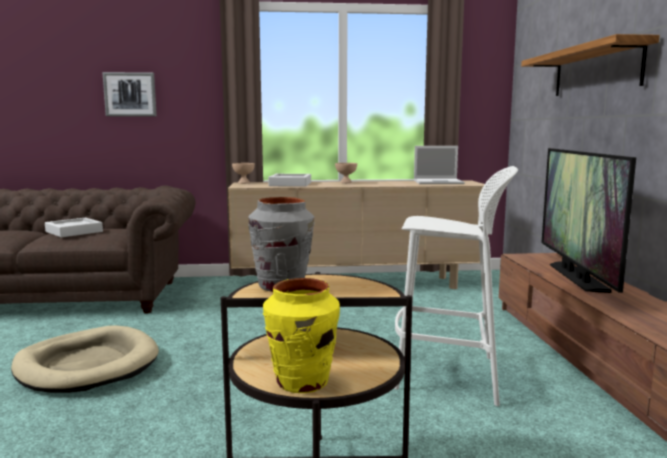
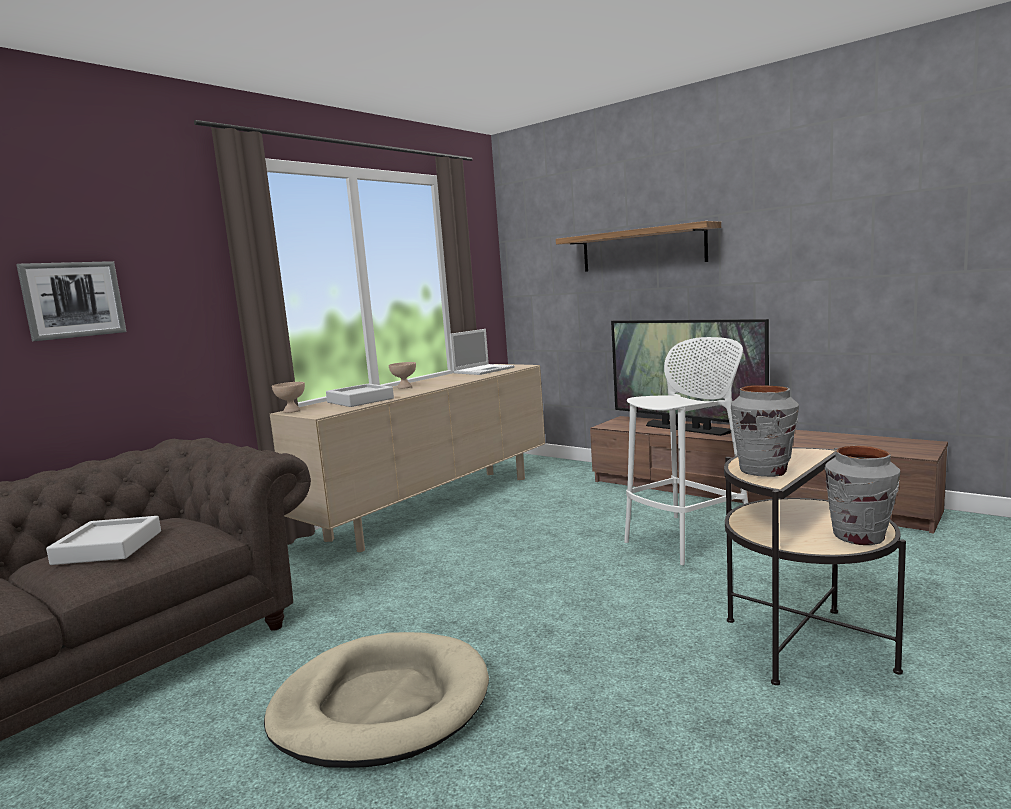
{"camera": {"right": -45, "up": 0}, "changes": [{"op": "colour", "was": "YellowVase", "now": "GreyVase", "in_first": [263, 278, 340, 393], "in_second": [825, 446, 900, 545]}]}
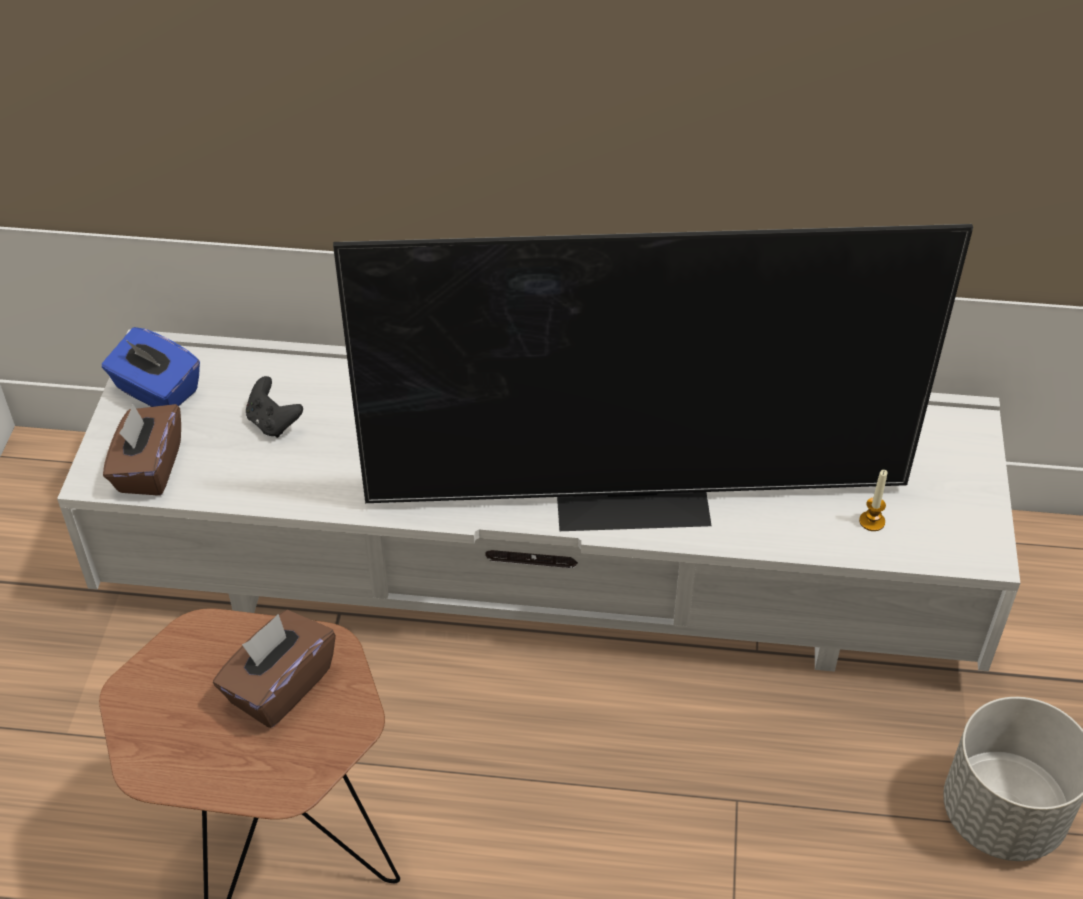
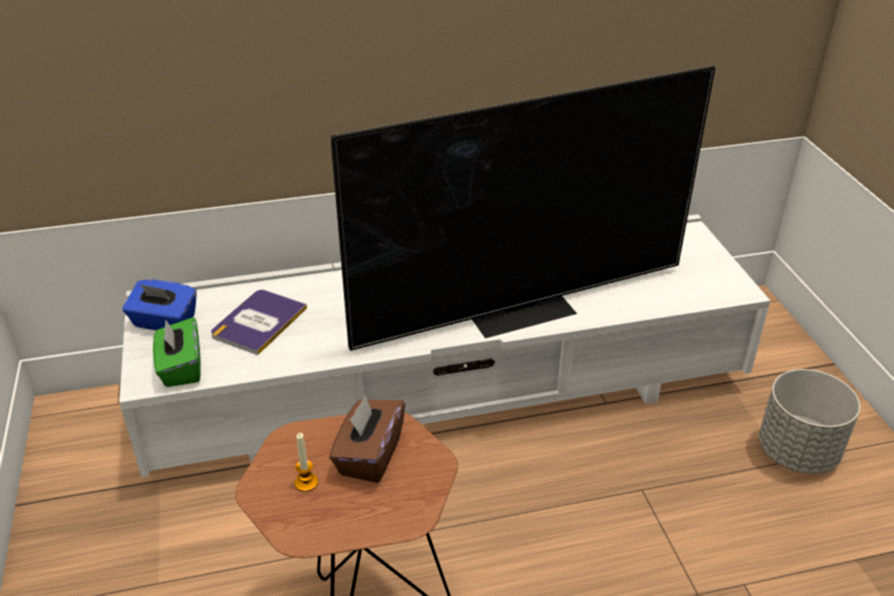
{"camera": {"right": -20, "up": -10}, "changes": [{"op": "relocated", "was": "Candle", "in_first": [859, 470, 887, 531], "in_second": [294, 433, 318, 492]}, {"op": "exchanged", "was": "BlackGameController", "now": "Book", "in_first": [246, 376, 303, 438], "in_second": [211, 290, 307, 355]}, {"op": "colour", "was": "BrownTissueBox", "now": "GreenTissueBox", "in_first": [103, 404, 181, 496], "in_second": [153, 317, 201, 387]}]}
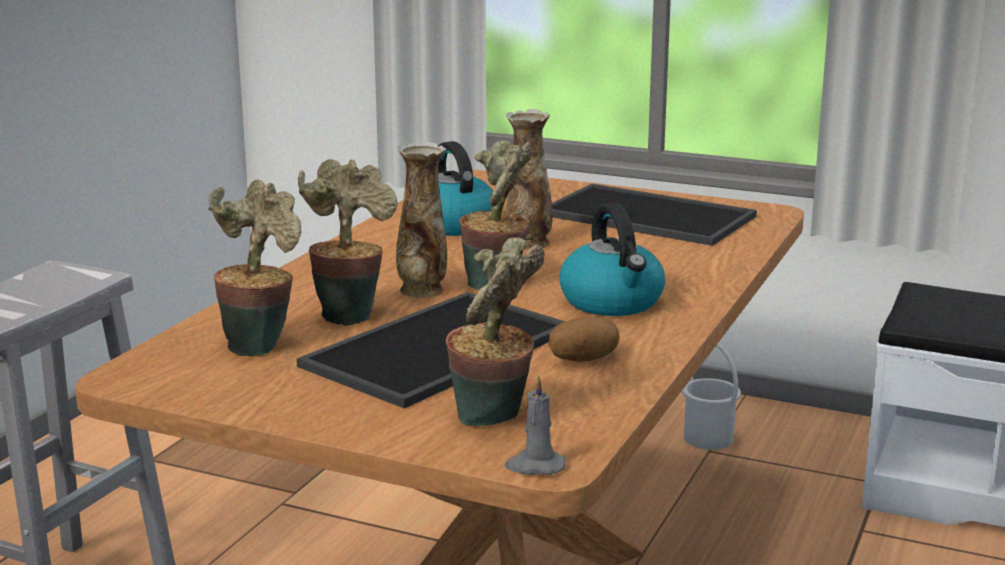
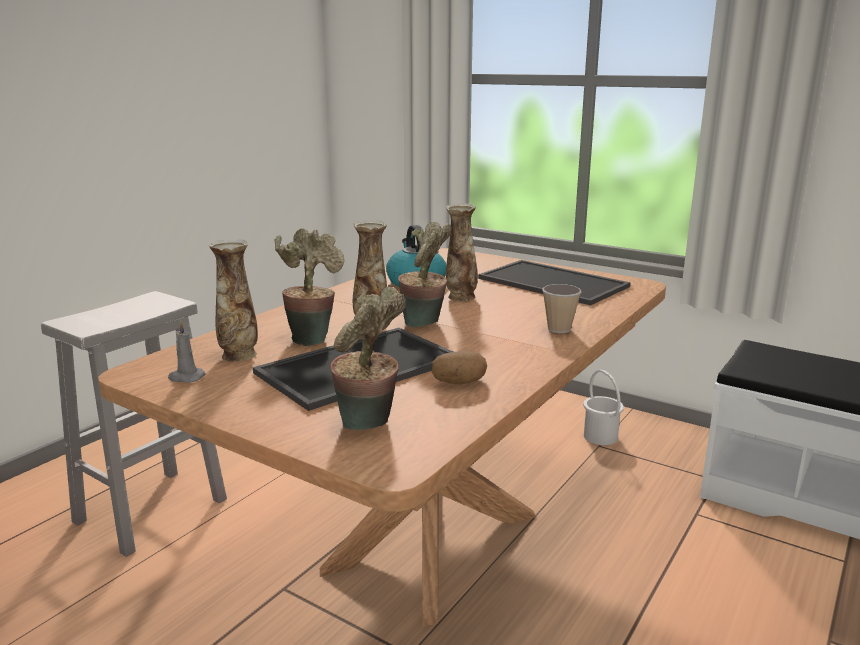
{"camera": {"right": 10, "up": 0}, "changes": [{"op": "missing", "was": "Kettle", "in_first": [559, 203, 665, 316]}, {"op": "appeared", "now": "Cup", "in_second": [542, 284, 581, 333]}, {"op": "relocated", "was": "GreyCandle", "in_first": [505, 375, 566, 475], "in_second": [168, 320, 206, 383]}, {"op": "exchanged", "was": "PottedPlant", "now": "Vase", "in_first": [208, 179, 302, 356], "in_second": [209, 240, 258, 362]}]}
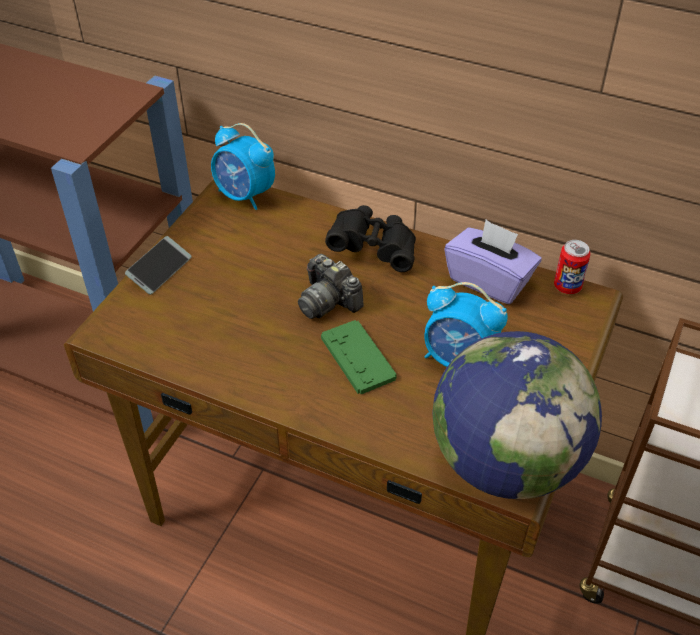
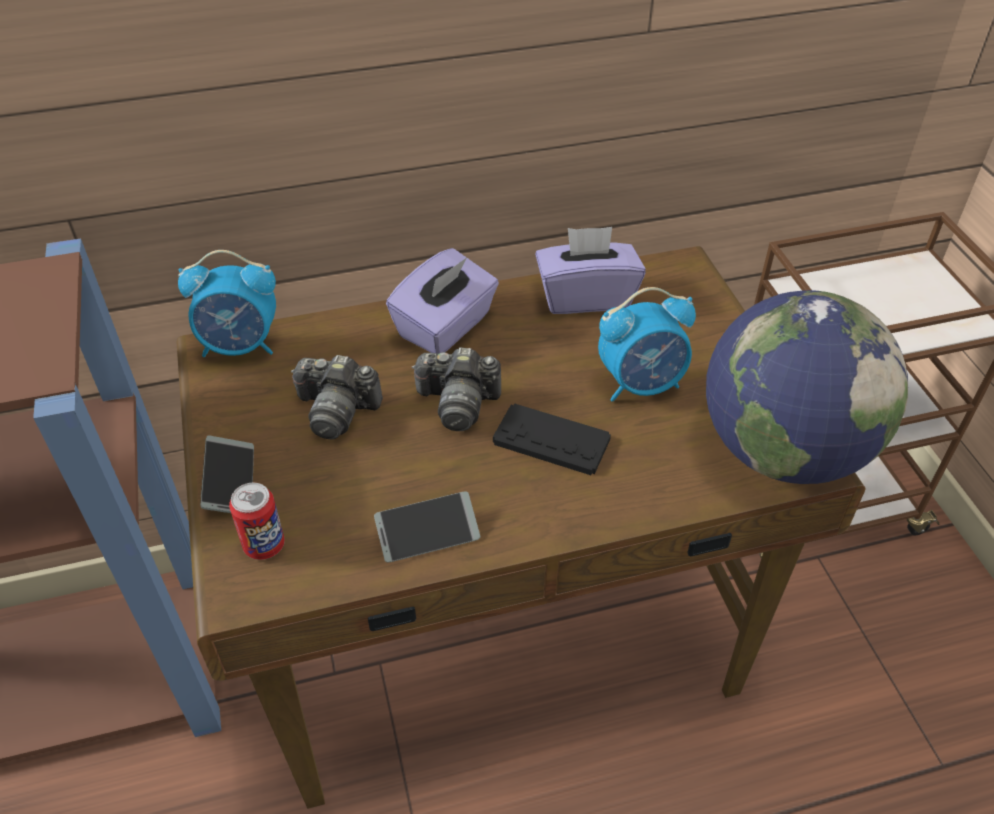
{"camera": {"right": -40, "up": 0}, "changes": [{"op": "appeared", "now": "PhotoCamera", "in_second": [291, 355, 383, 440]}, {"op": "appeared", "now": "Phone", "in_second": [374, 491, 480, 562]}, {"op": "relocated", "was": "Can", "in_first": [554, 240, 591, 294], "in_second": [229, 483, 285, 560]}, {"op": "exchanged", "was": "BlackBinoculars", "now": "PurpleTissueBox", "in_first": [325, 205, 416, 272], "in_second": [386, 248, 499, 353]}, {"op": "colour", "was": "GreenGameController", "now": "BlackGameController", "in_first": [321, 320, 397, 394], "in_second": [493, 403, 611, 475]}]}
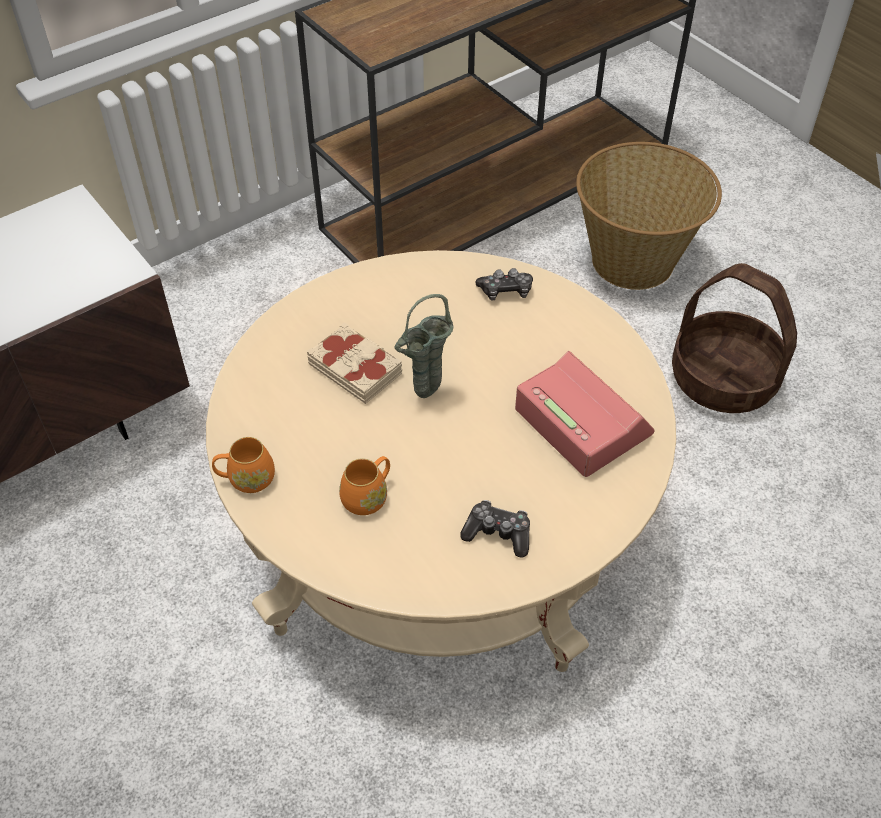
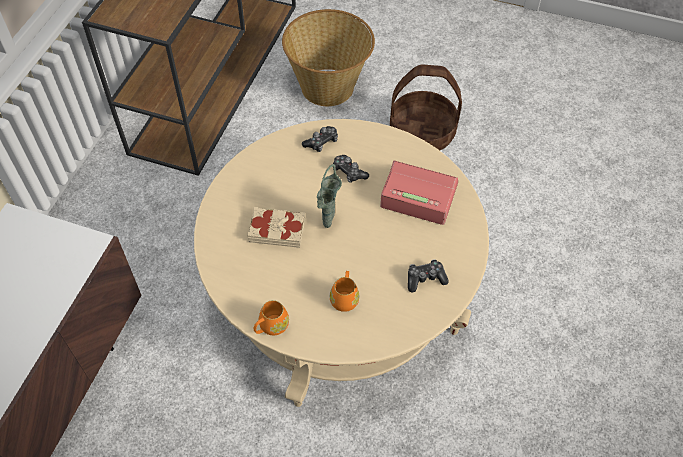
{"camera": {"right": -35, "up": 5}, "changes": [{"op": "appeared", "now": "GameController", "in_second": [333, 155, 369, 183]}]}
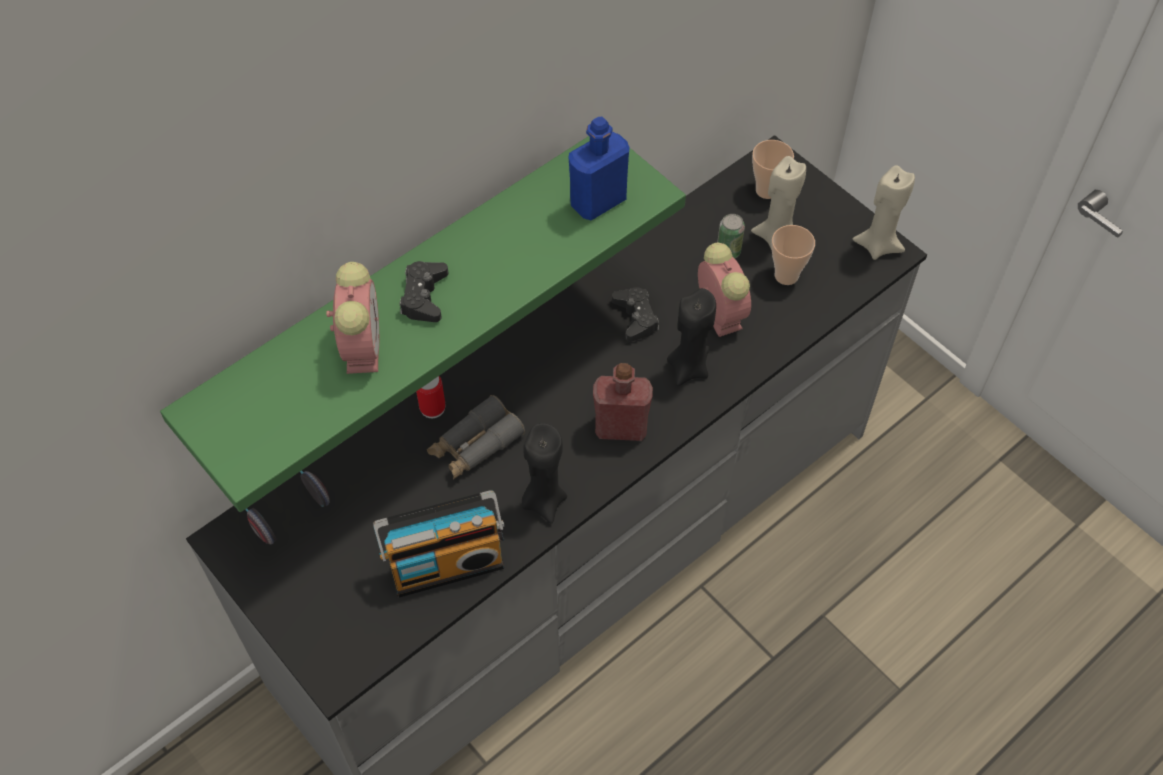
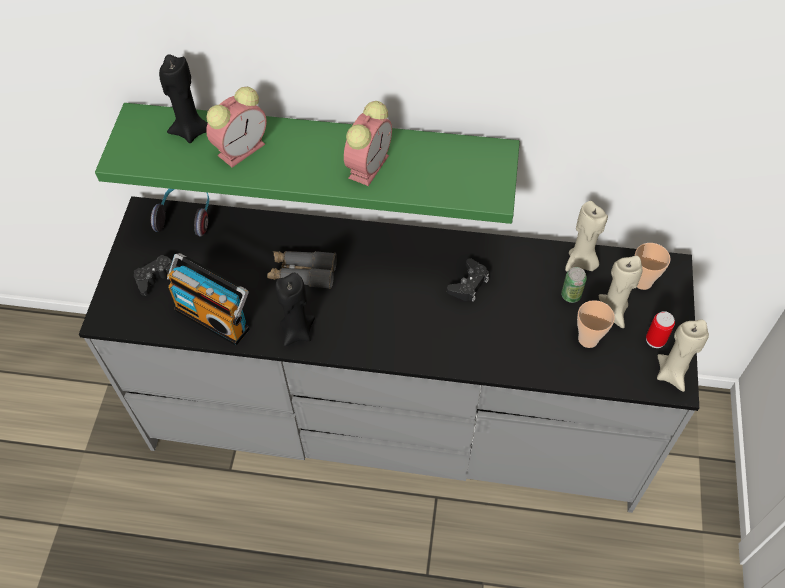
{"camera": {"right": 50, "up": 0}, "changes": [{"op": "missing", "was": "BlueBottle", "in_first": [568, 117, 630, 221]}, {"op": "missing", "was": "RedBottle", "in_first": [593, 363, 653, 441]}, {"op": "appeared", "now": "BeigeCandle", "in_second": [565, 201, 608, 272]}, {"op": "relocated", "was": "BlackGameController", "in_first": [400, 261, 448, 322], "in_second": [134, 255, 178, 296]}, {"op": "relocated", "was": "Can", "in_first": [416, 376, 446, 418], "in_second": [646, 311, 675, 348]}, {"op": "relocated", "was": "BlackCandle", "in_first": [667, 288, 716, 386], "in_second": [159, 54, 208, 143]}, {"op": "relocated", "was": "AlarmClock", "in_first": [698, 243, 751, 337], "in_second": [344, 101, 392, 186]}]}
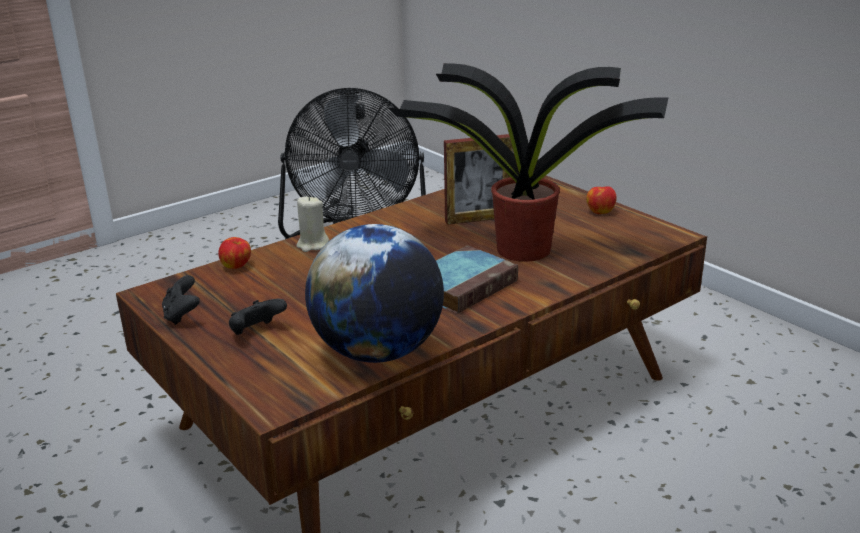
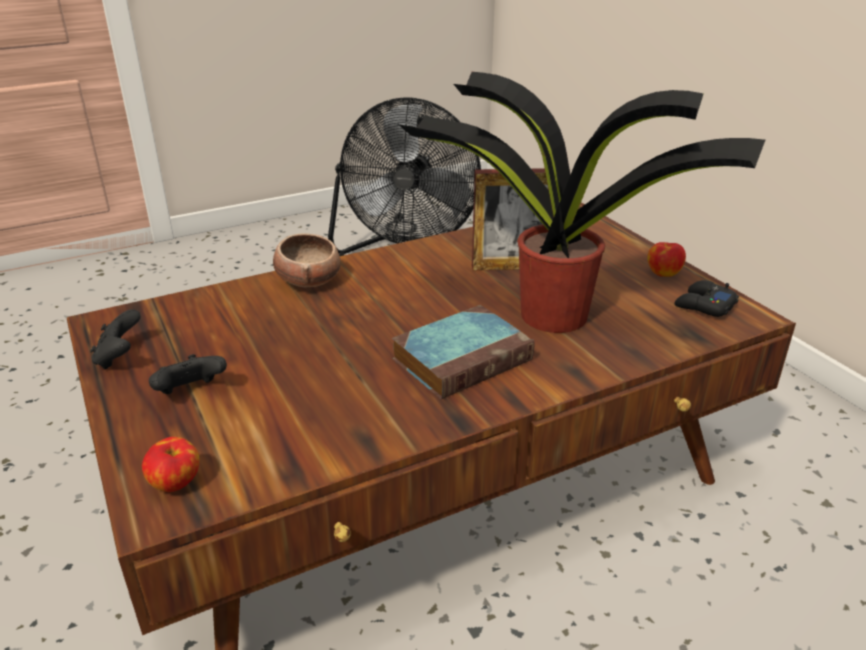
{"camera": {"right": 10, "up": 5}, "changes": [{"op": "missing", "was": "Globe", "in_first": [305, 224, 444, 363]}, {"op": "appeared", "now": "BlackGameController", "in_second": [674, 280, 739, 317]}, {"op": "relocated", "was": "Apple", "in_first": [218, 237, 251, 269], "in_second": [142, 437, 200, 492]}, {"op": "exchanged", "was": "BeigeCandle", "now": "Bowl", "in_first": [296, 196, 329, 252], "in_second": [273, 233, 341, 287]}]}
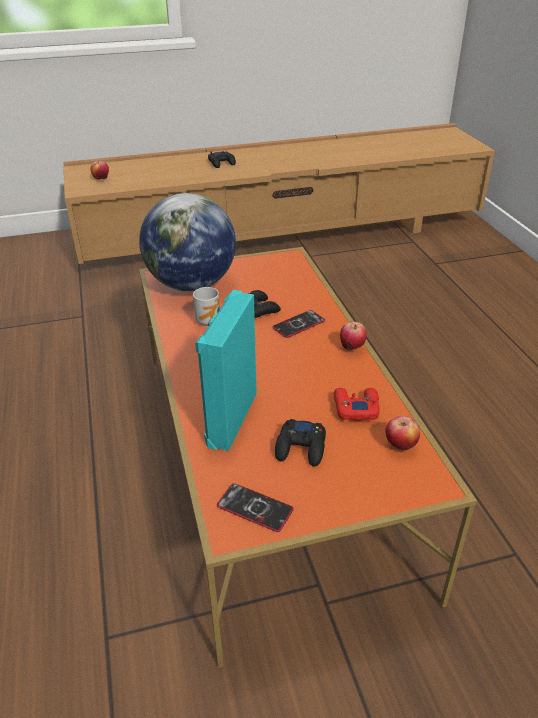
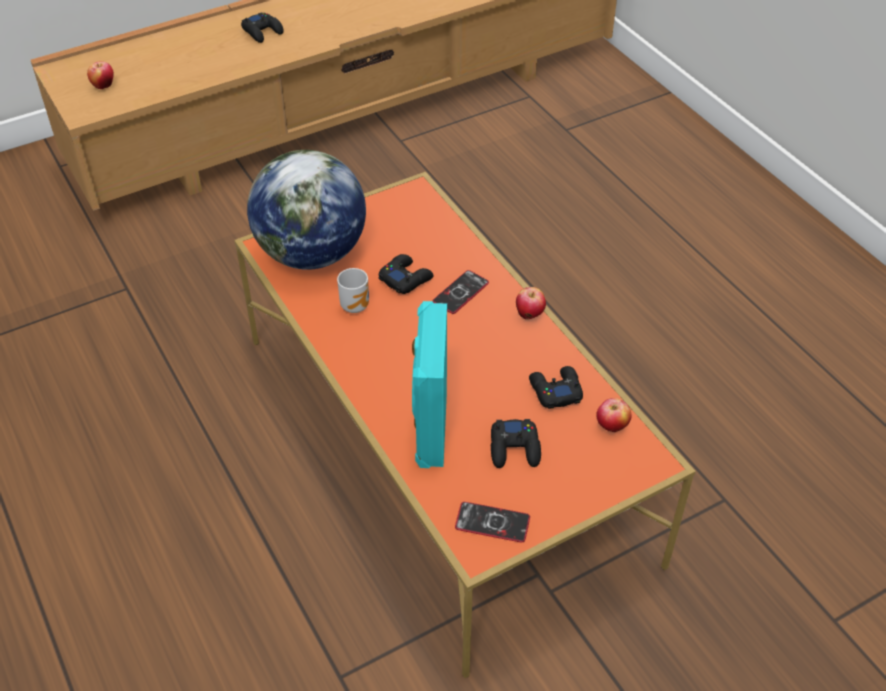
{"camera": {"right": -15, "up": 10}, "changes": [{"op": "colour", "was": "RedGameController", "now": "BlackGameController", "in_first": [334, 388, 380, 421], "in_second": [529, 366, 583, 409]}]}
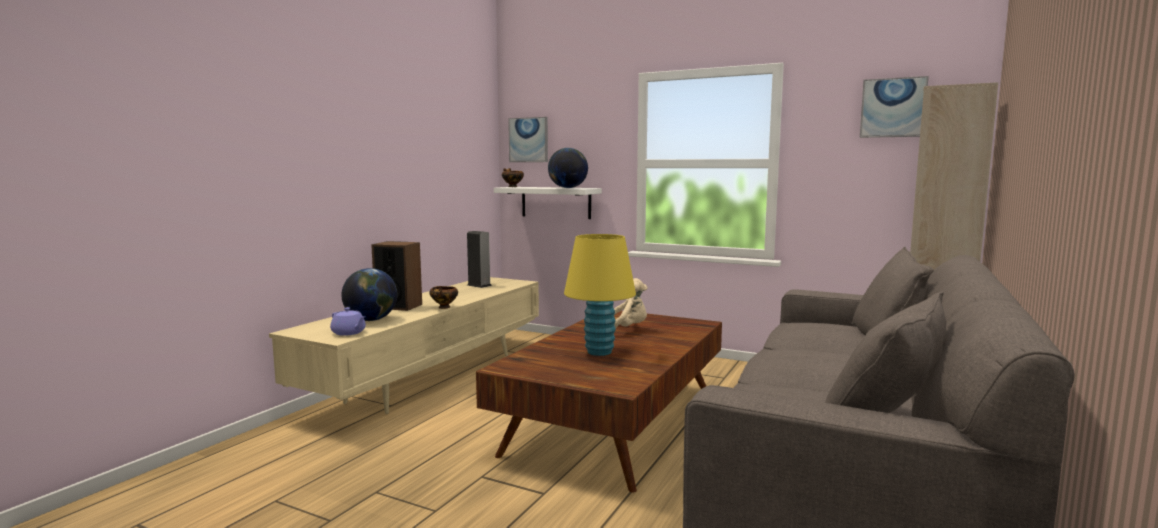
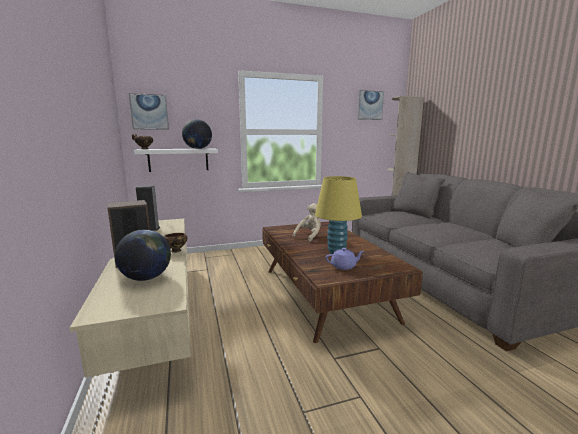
{"camera": {"right": -45, "up": 5}, "changes": [{"op": "relocated", "was": "PurpleTeapot", "in_first": [330, 307, 366, 336], "in_second": [326, 248, 364, 270]}]}
